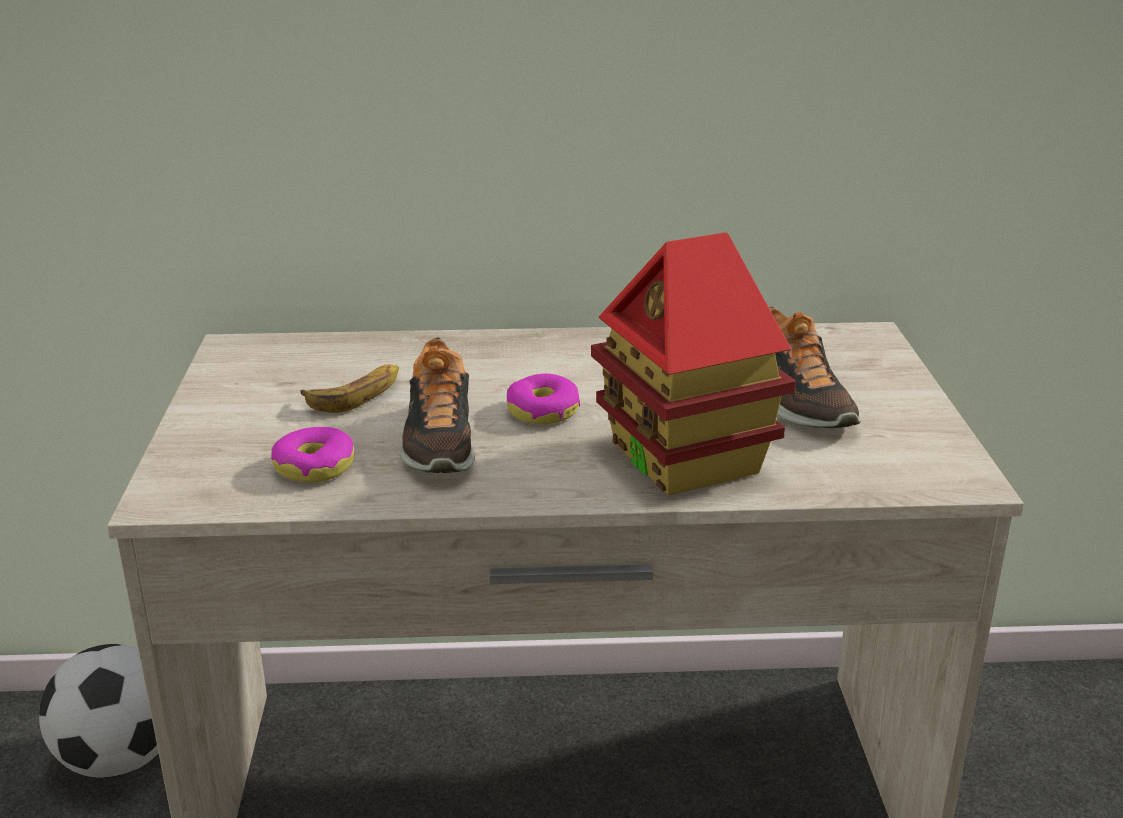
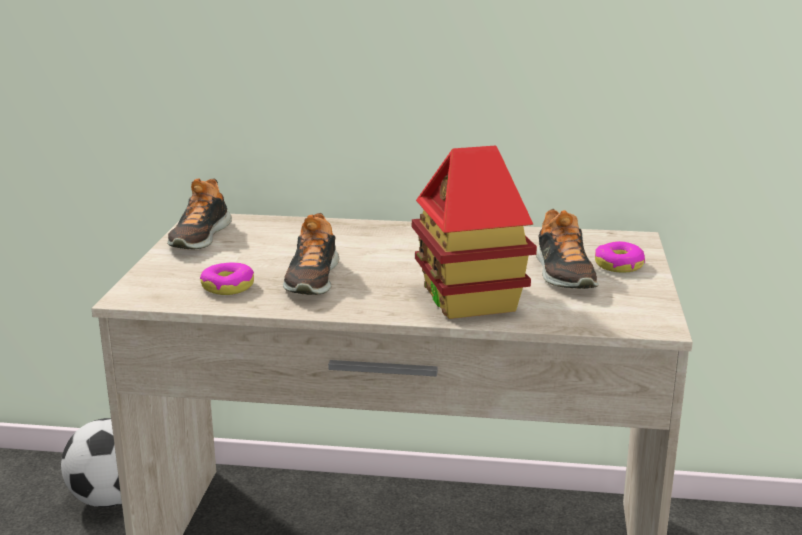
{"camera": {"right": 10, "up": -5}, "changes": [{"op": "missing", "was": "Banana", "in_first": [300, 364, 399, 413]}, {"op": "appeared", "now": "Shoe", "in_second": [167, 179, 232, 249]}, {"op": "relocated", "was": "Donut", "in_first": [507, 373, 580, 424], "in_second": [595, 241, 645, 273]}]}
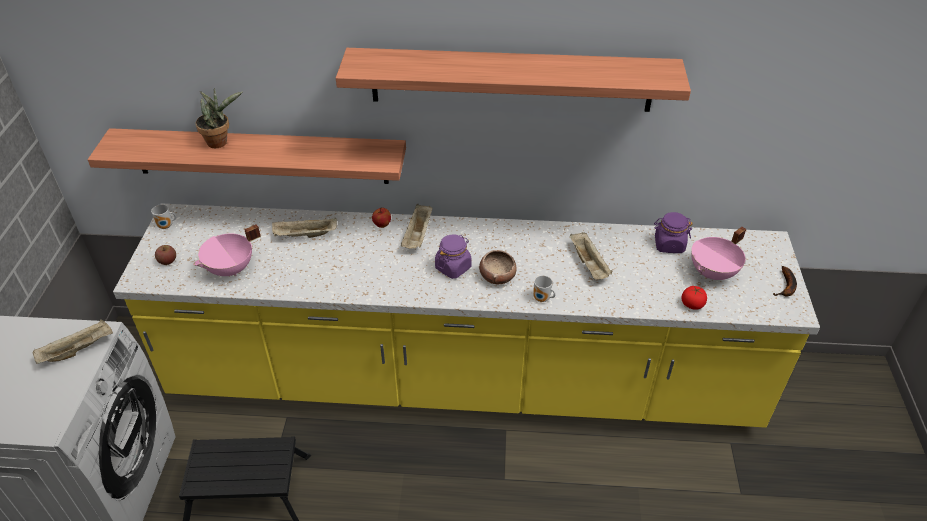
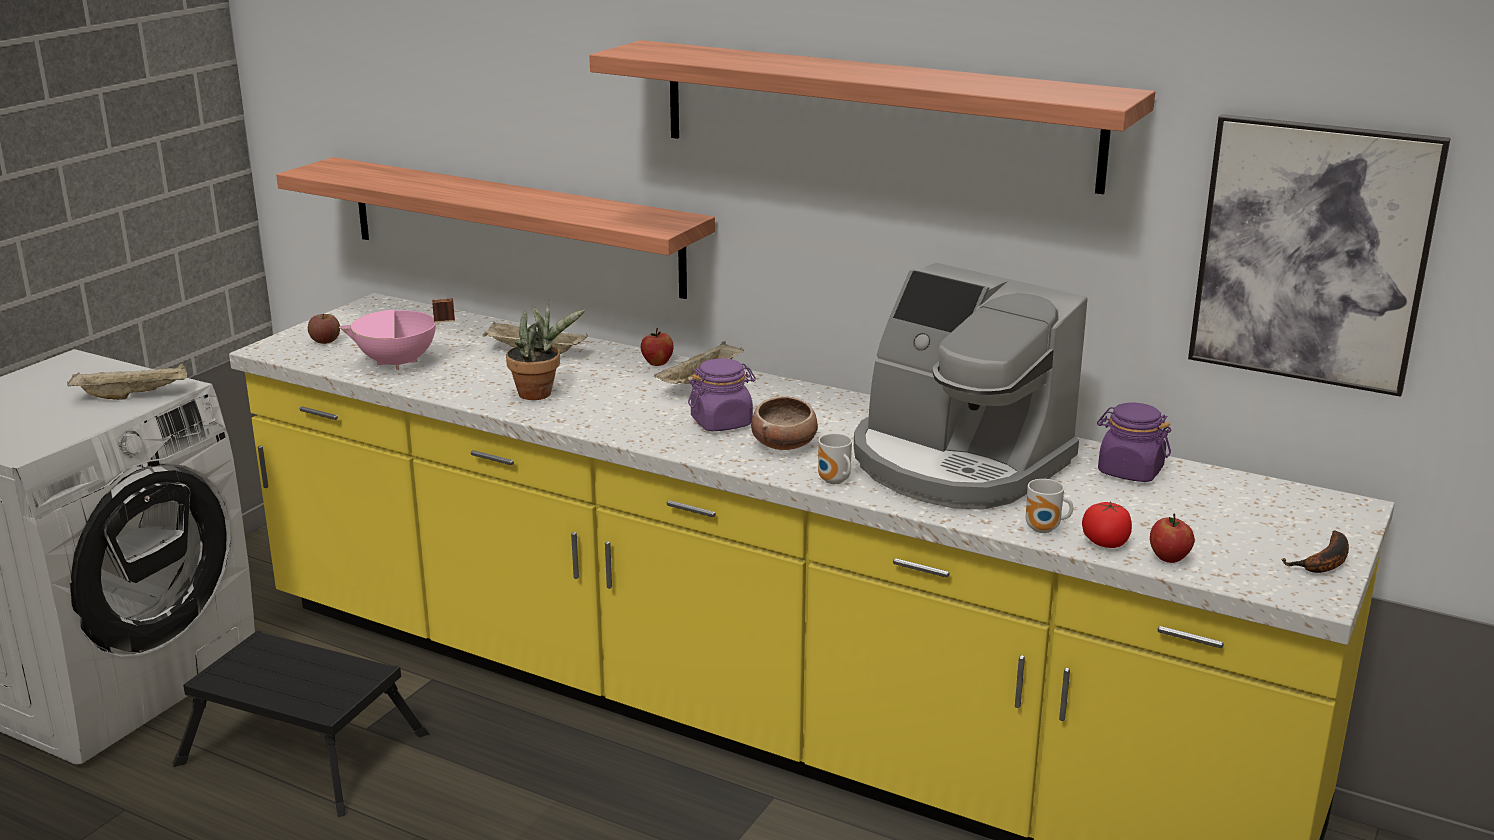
{"camera": {"right": 25, "up": -20}, "changes": [{"op": "missing", "was": "PinkCookingPot", "in_first": [691, 227, 746, 280]}, {"op": "appeared", "now": "Apple", "in_second": [1150, 513, 1195, 563]}, {"op": "appeared", "now": "Picture", "in_second": [1188, 114, 1451, 397]}, {"op": "relocated", "was": "Mug", "in_first": [151, 204, 176, 229], "in_second": [1026, 479, 1074, 533]}, {"op": "relocated", "was": "PottedPlant", "in_first": [196, 88, 242, 148], "in_second": [506, 299, 586, 400]}, {"op": "exchanged", "was": "BeigeTray", "now": "CoffeeMachine", "in_first": [570, 232, 612, 280], "in_second": [854, 263, 1088, 510]}]}
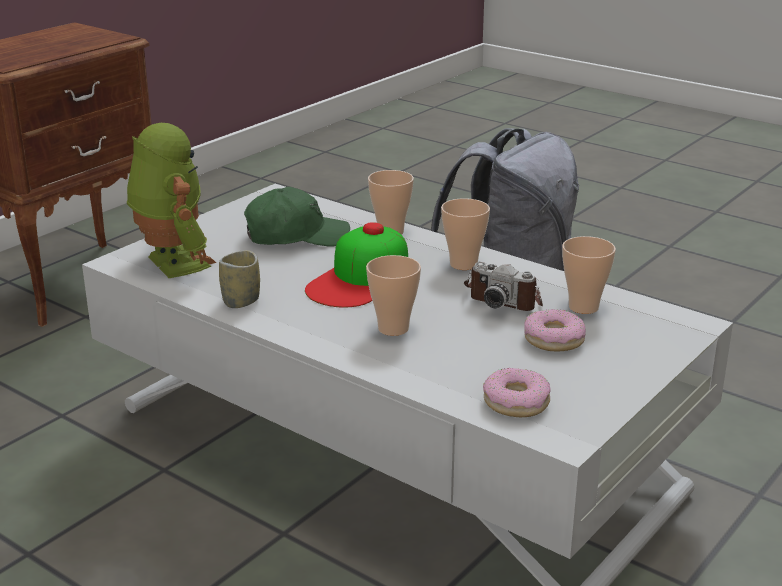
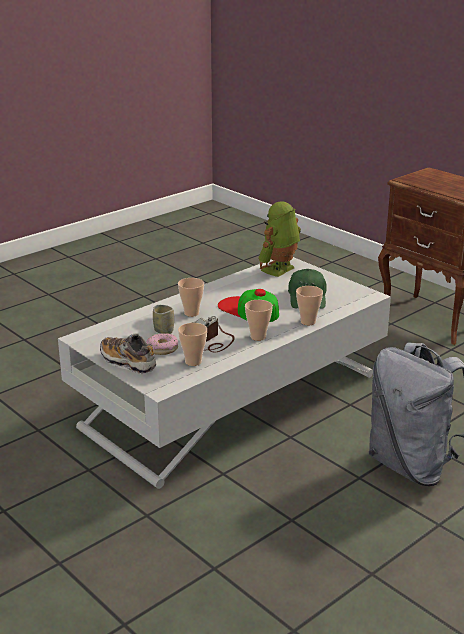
{"camera": {"right": 100, "up": 0}, "changes": [{"op": "missing", "was": "Donut", "in_first": [483, 368, 551, 417]}, {"op": "appeared", "now": "Shoe", "in_second": [100, 334, 156, 374]}, {"op": "relocated", "was": "Cup", "in_first": [219, 250, 260, 308], "in_second": [153, 305, 174, 334]}, {"op": "spun", "was": "ToyRobot", "in_first": [127, 123, 216, 278], "in_second": [258, 201, 301, 277], "clockwise": 150}]}
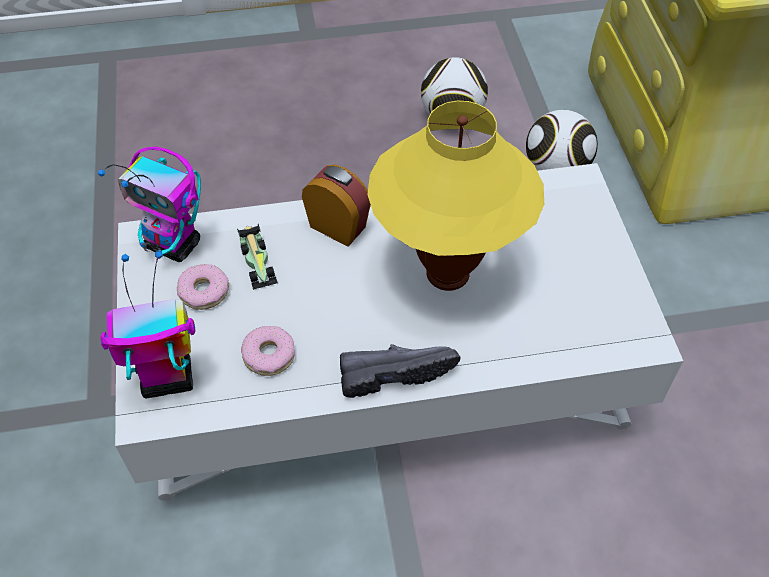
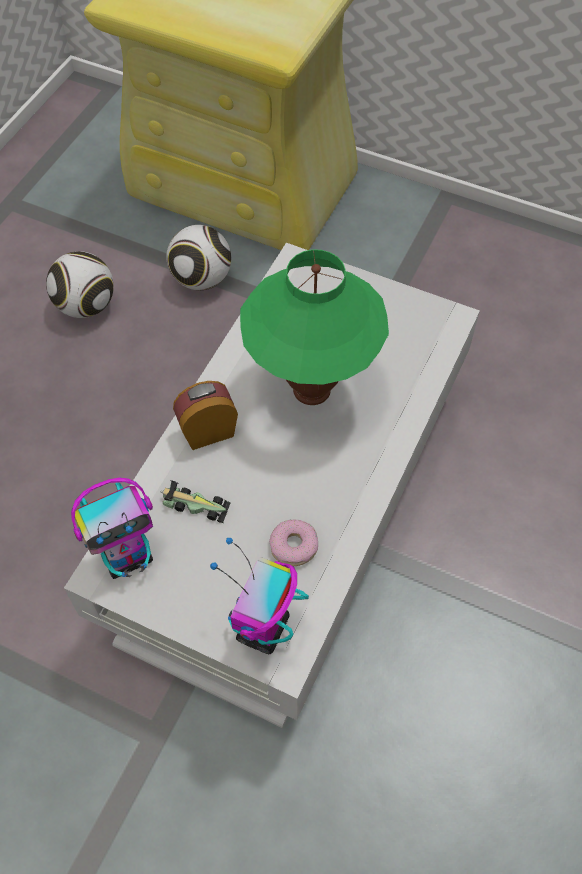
{"camera": {"right": -55, "up": 5}, "changes": [{"op": "missing", "was": "Donut", "in_first": [177, 264, 229, 310]}, {"op": "missing", "was": "BlackShoe", "in_first": [340, 344, 461, 398]}, {"op": "colour", "was": "YellowTableLamp", "now": "GreenTableLamp", "in_first": [367, 101, 544, 291], "in_second": [240, 249, 389, 405]}]}
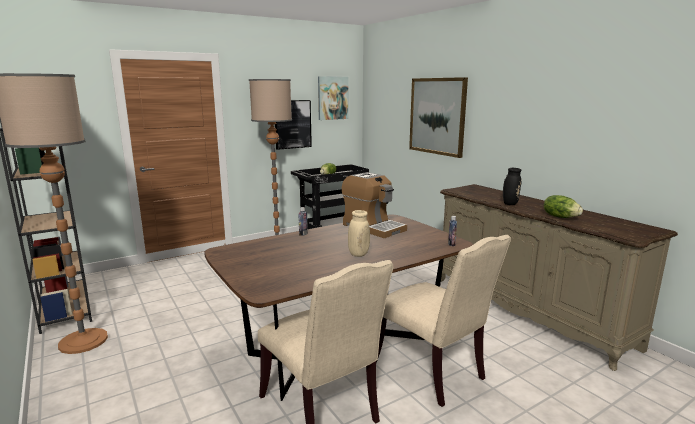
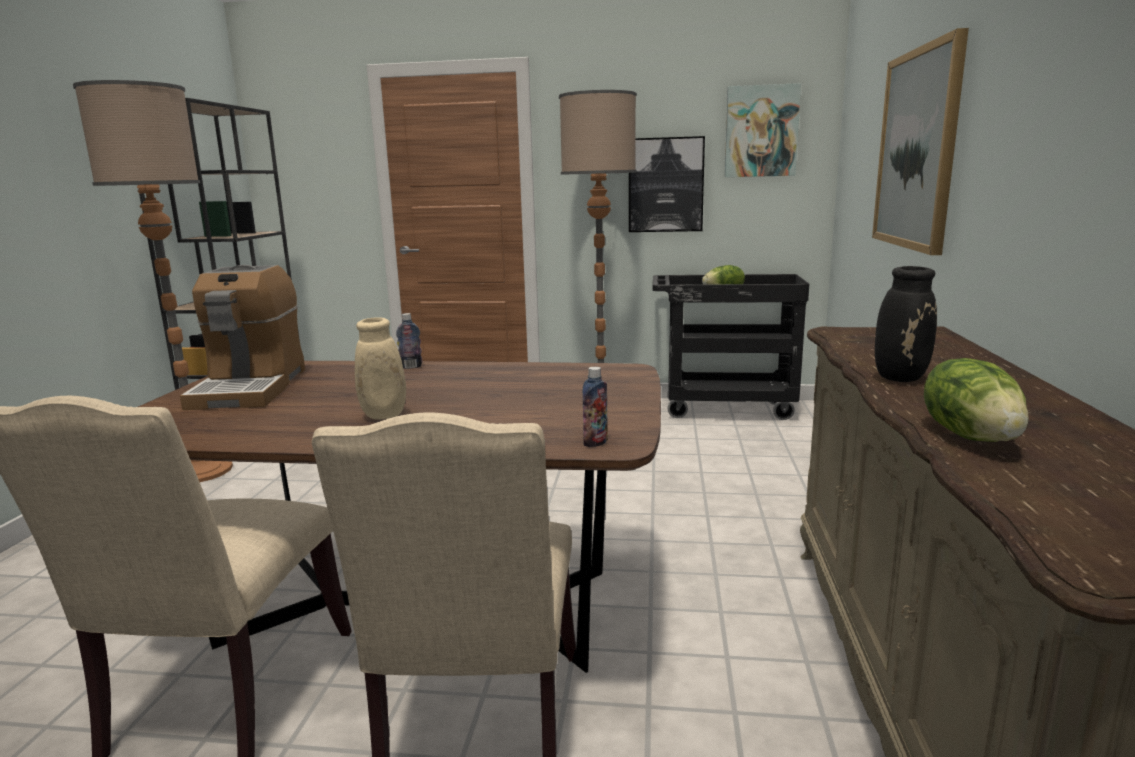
{"camera": {"right": 40, "up": 0}, "changes": [{"op": "relocated", "was": "CoffeeMachine", "in_first": [342, 172, 407, 238], "in_second": [180, 265, 305, 410]}]}
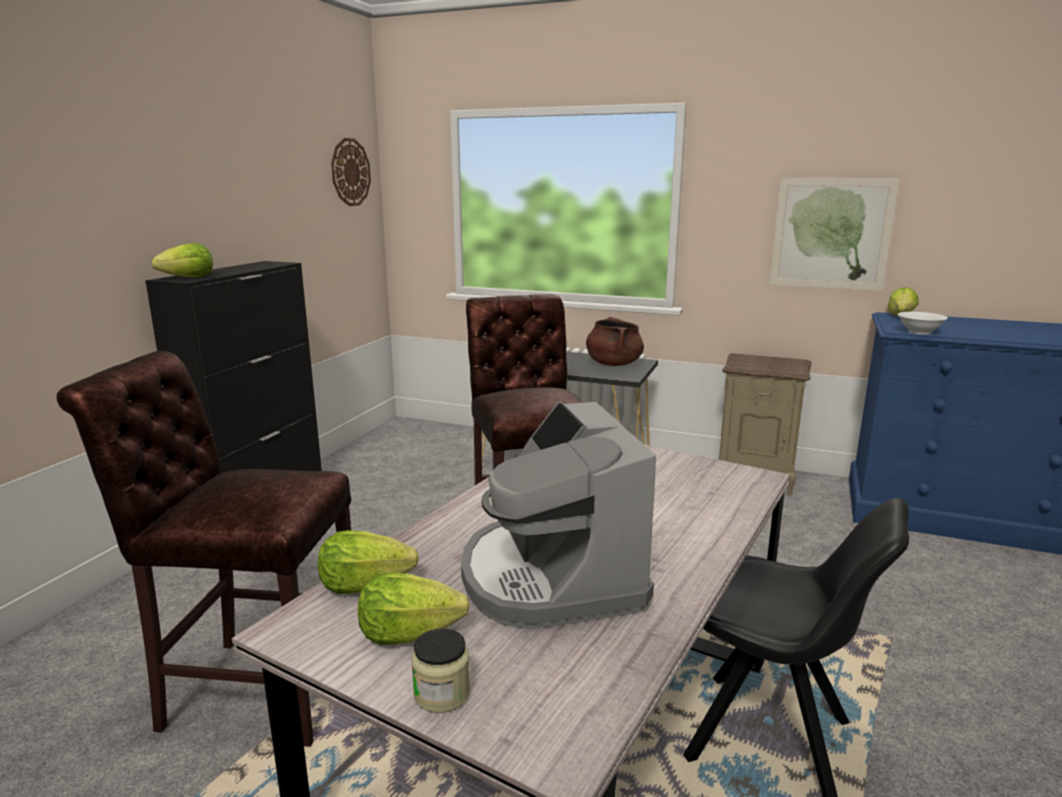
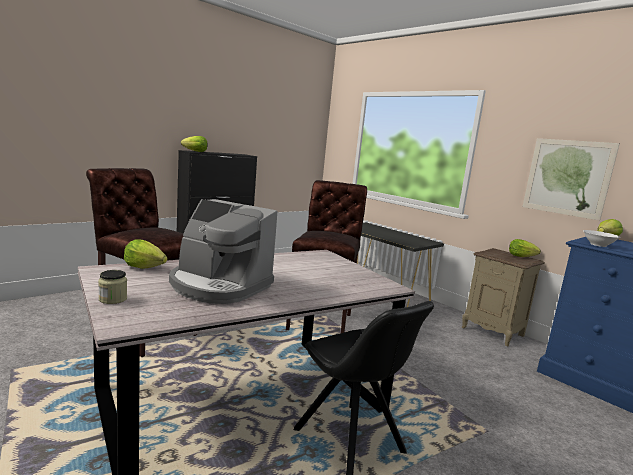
{"camera": {"right": 25, "up": -5}, "changes": [{"op": "missing", "was": "WallClock", "in_first": [331, 138, 371, 206]}, {"op": "missing", "was": "BrownCookingPot", "in_first": [586, 317, 644, 366]}, {"op": "relocated", "was": "Lettuce", "in_first": [358, 573, 470, 645], "in_second": [509, 239, 541, 257]}, {"op": "spun", "was": "CoffeeMachine", "in_first": [461, 402, 656, 629], "in_second": [169, 199, 277, 304], "clockwise": -75}]}
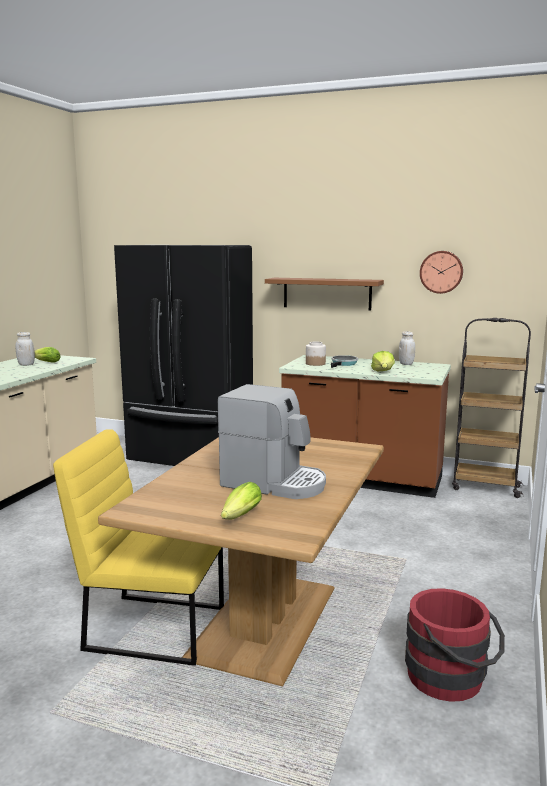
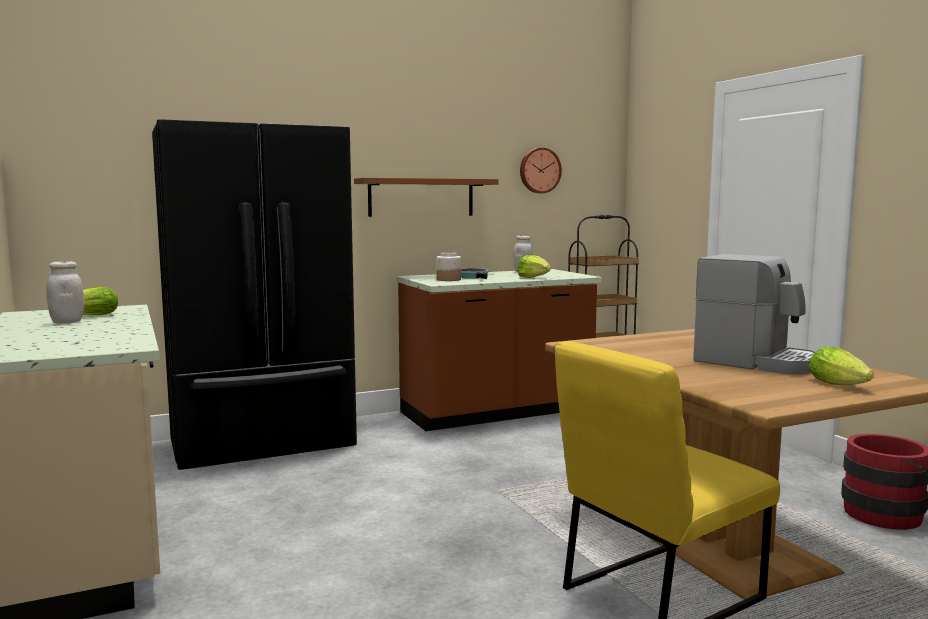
{"camera": {"right": -45, "up": -5}, "changes": [{"op": "spun", "was": "CoffeeMachine", "in_first": [218, 384, 326, 499], "in_second": [693, 254, 816, 375], "clockwise": 60}]}
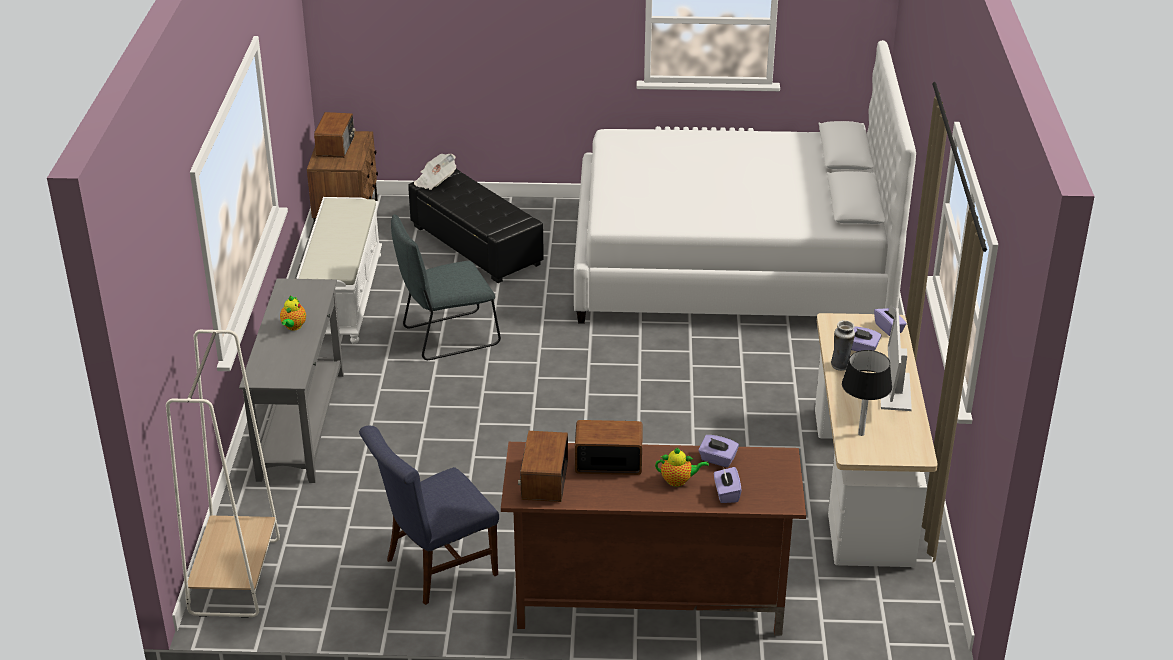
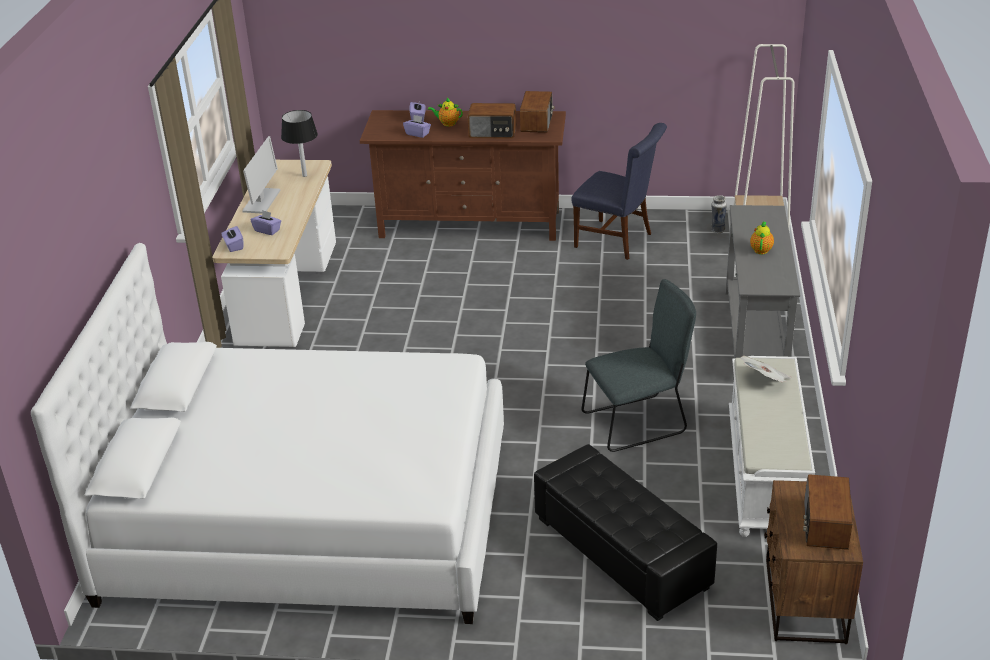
{"camera": {"right": -175, "up": 0}, "changes": [{"op": "relocated", "was": "Newspaper", "in_first": [414, 154, 456, 190], "in_second": [740, 356, 792, 382]}, {"op": "relocated", "was": "Vase", "in_first": [831, 320, 855, 371], "in_second": [711, 195, 727, 234]}, {"op": "spun", "was": "BlueChair", "in_first": [359, 426, 499, 605], "in_second": [571, 123, 667, 260], "clockwise": 60}]}
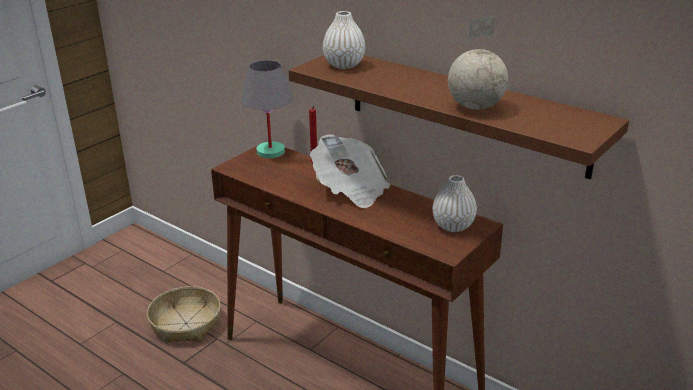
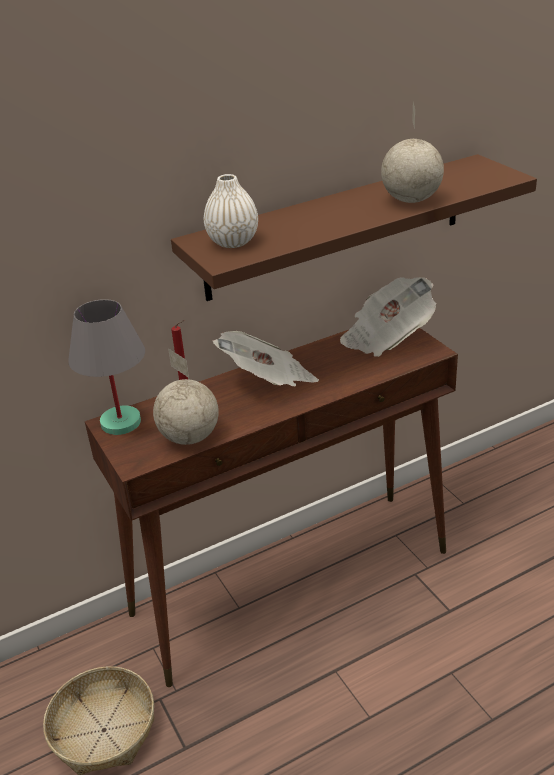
{"camera": {"right": -65, "up": 5}, "changes": [{"op": "appeared", "now": "Globe", "in_second": [153, 348, 219, 445]}, {"op": "exchanged", "was": "WhiteVase", "now": "Newspaper", "in_first": [433, 175, 477, 232], "in_second": [340, 277, 436, 357]}]}
